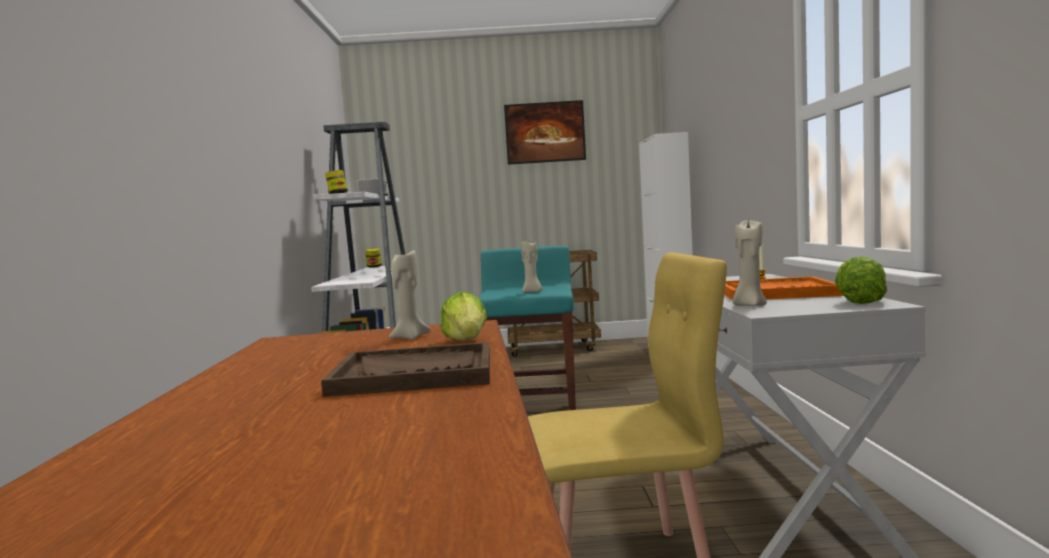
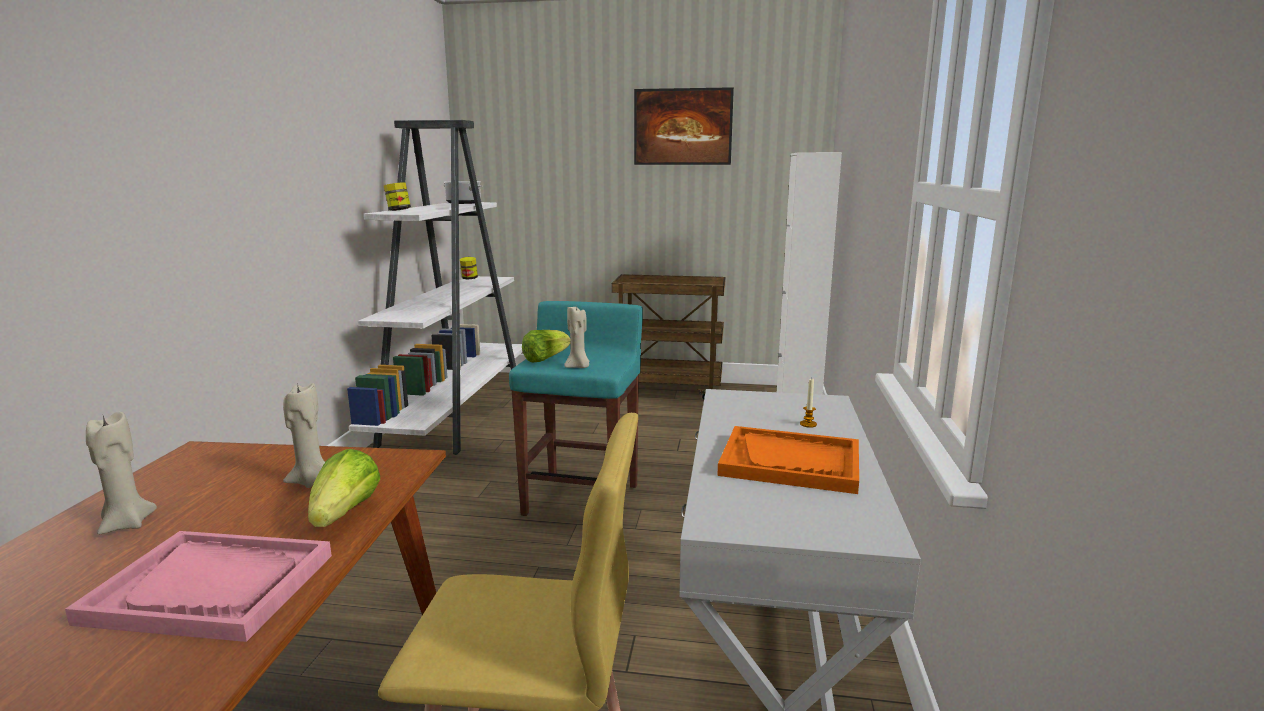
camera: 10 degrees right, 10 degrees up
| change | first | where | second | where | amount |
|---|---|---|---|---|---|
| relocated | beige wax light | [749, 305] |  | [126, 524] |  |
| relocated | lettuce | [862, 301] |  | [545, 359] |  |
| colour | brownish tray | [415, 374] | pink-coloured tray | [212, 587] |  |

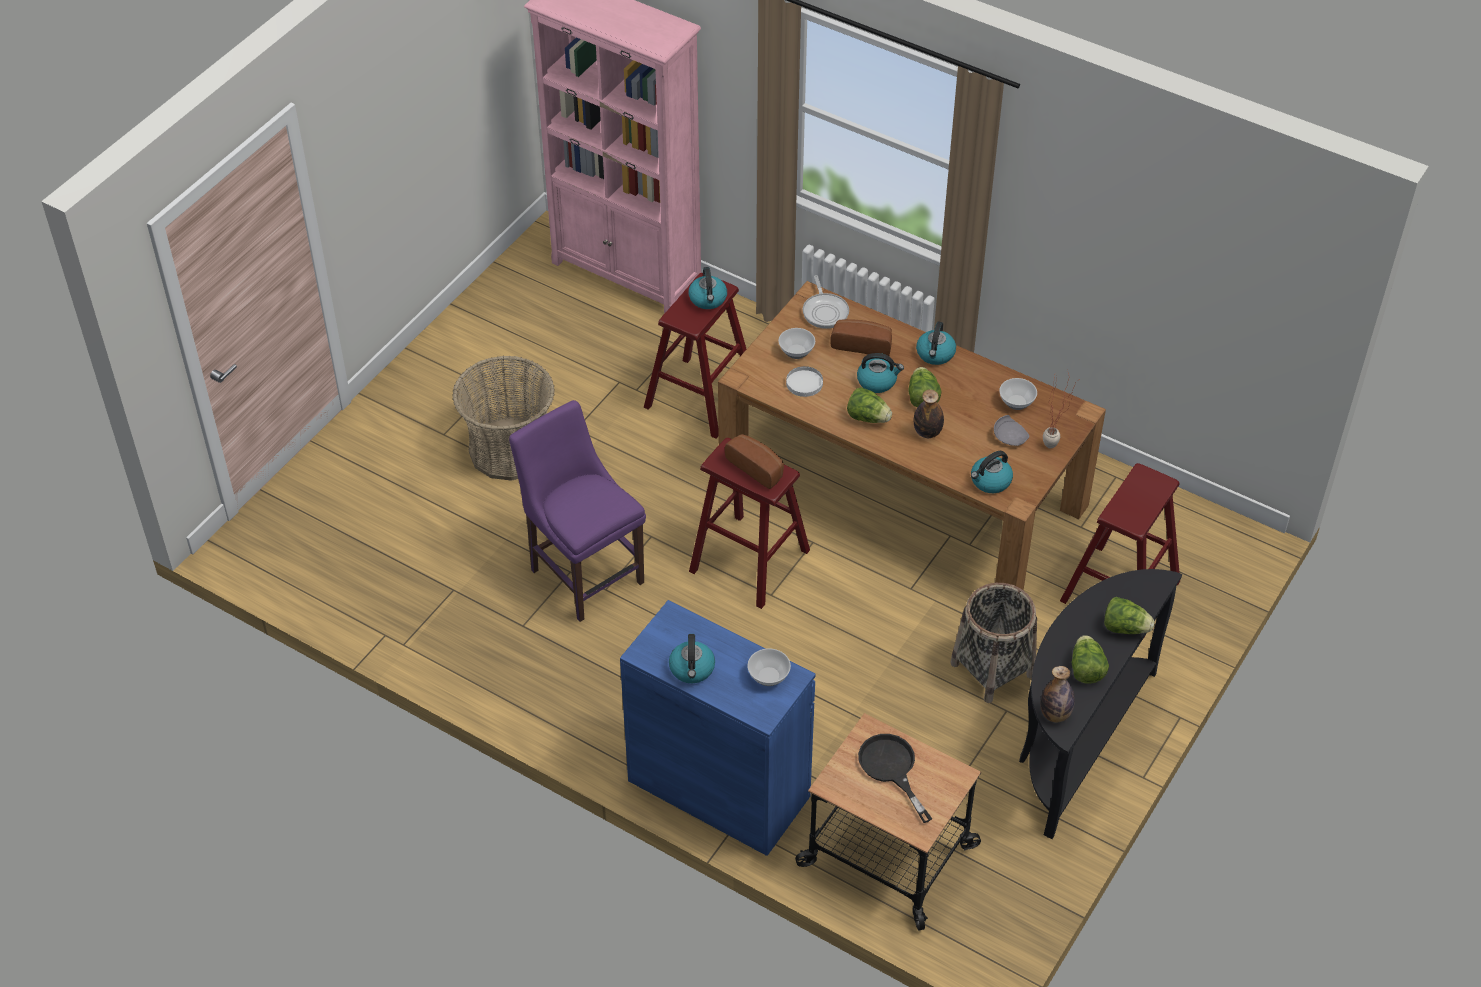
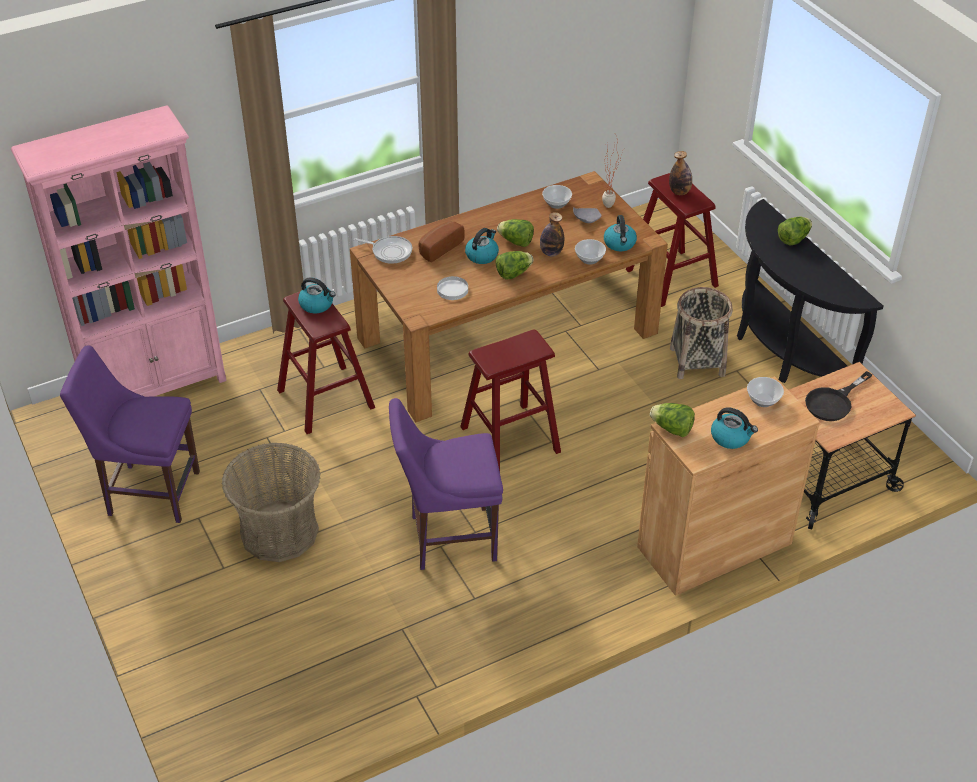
camera: 60 degrees left, 5 degrees down
| change | first | where | second | where | amount |
|---|---|---|---|---|---|
| missing | baked bread | [757, 467] |  |  |  |
| missing | tea kettle | [935, 354] |  |  |  |
| appeared |  |  | purple chair | [149, 492] |  |
| relocated | bowl | [795, 351] |  | [589, 259] |  |
| relocated | drink bottle | [1055, 714] |  | [679, 192] |  |
| relocated | lettuce | [1086, 669] |  | [672, 429] |  |
| colour | blue-coloured cabinet | [719, 788] | brownish cabinet | [714, 545] |  |
| spun | black frying pan | [891, 769] |  | [833, 402] | 45 degrees counterclockwise |

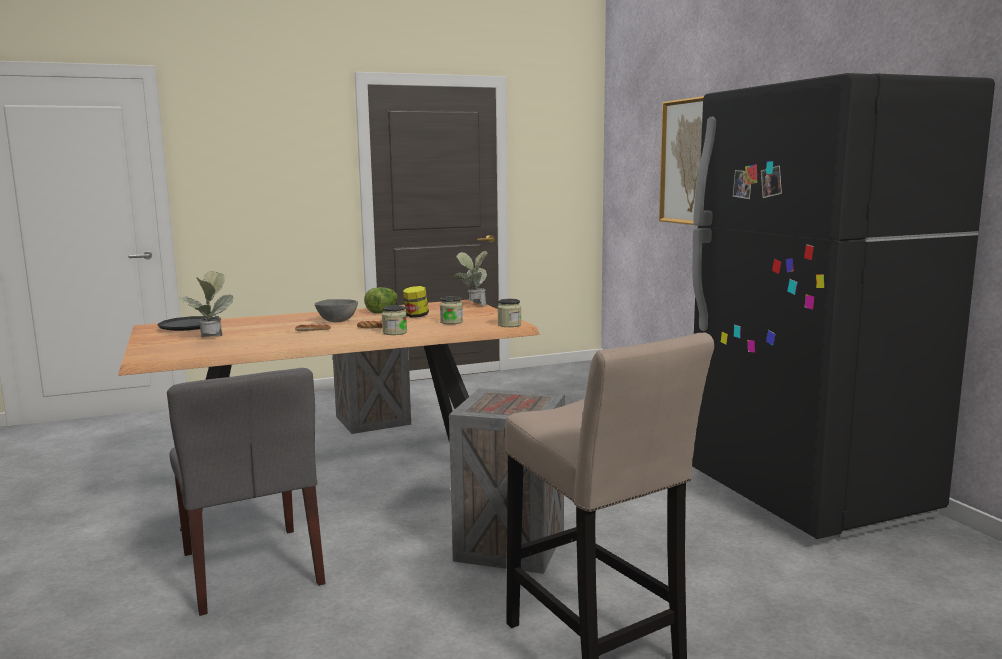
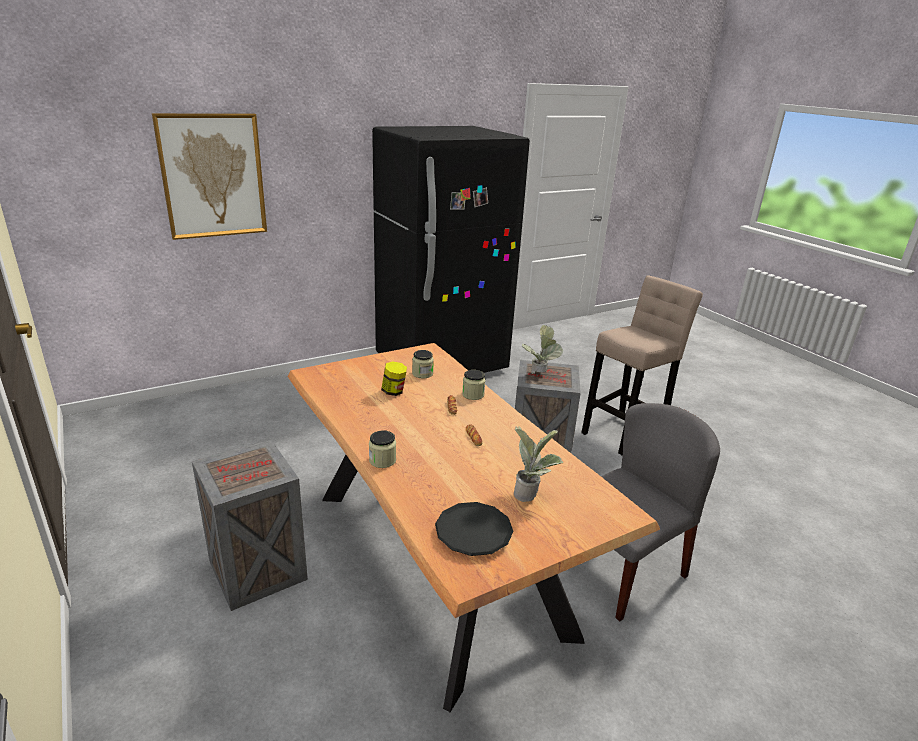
camera: 100 degrees left, 15 degrees up
| change | first | where | second | where | amount |
|---|---|---|---|---|---|
| missing | grey bowl | [337, 321] |  |  |  |
| missing | lettuce | [382, 311] |  |  |  |
| relocated | plant in a pot | [473, 305] |  | [539, 375] |  |
| relocated | storage jar | [509, 325] |  | [382, 460] |  |

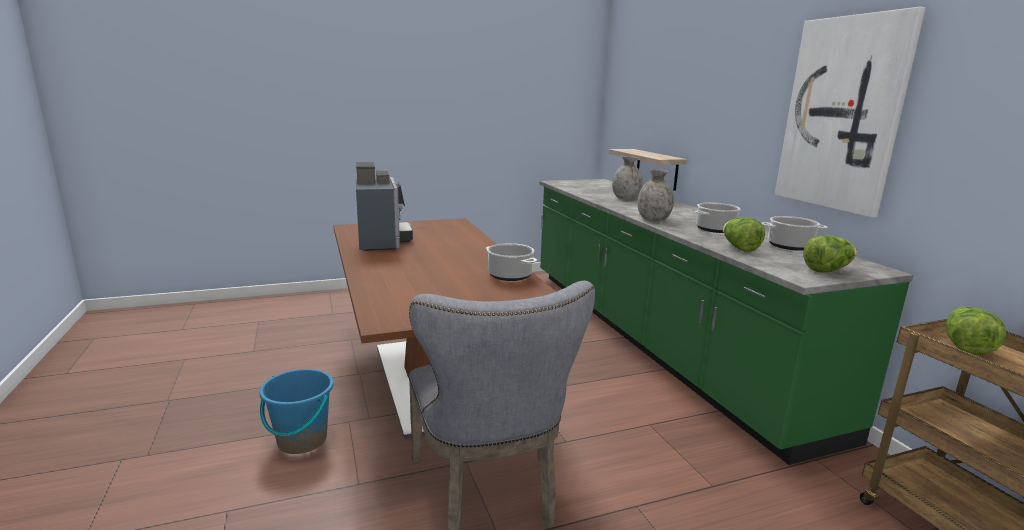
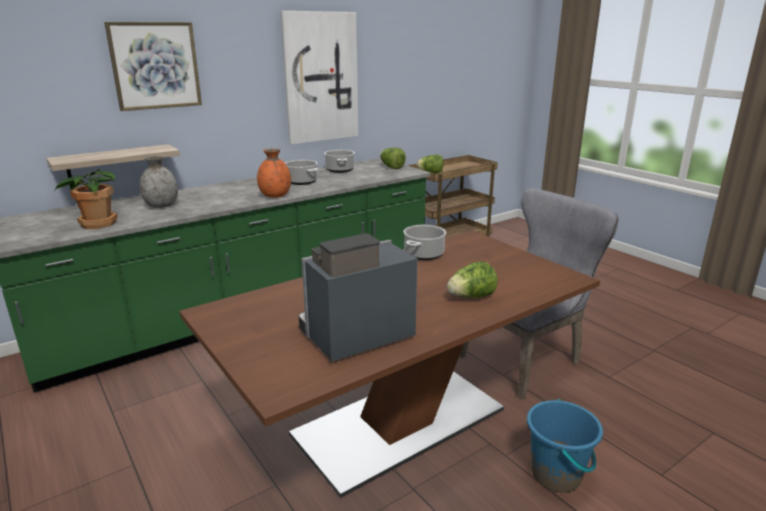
camera: 105 degrees left, 5 degrees up
| change | first | where | second | where | amount |
|---|---|---|---|---|---|
| appeared |  |  | plant in a pot | [97, 224] |  |
| appeared |  |  | wall art | [155, 66] |  |
| relocated | lettuce | [739, 248] |  | [471, 297] |  |
| colour | grey decorative vase | [653, 219] | orange decorative vase | [275, 196] |  |

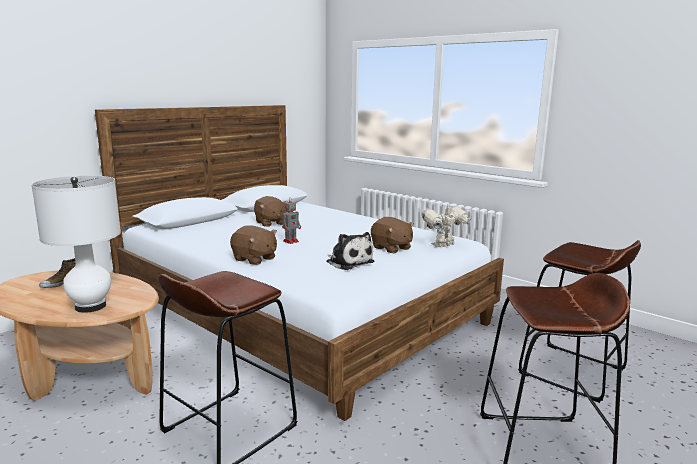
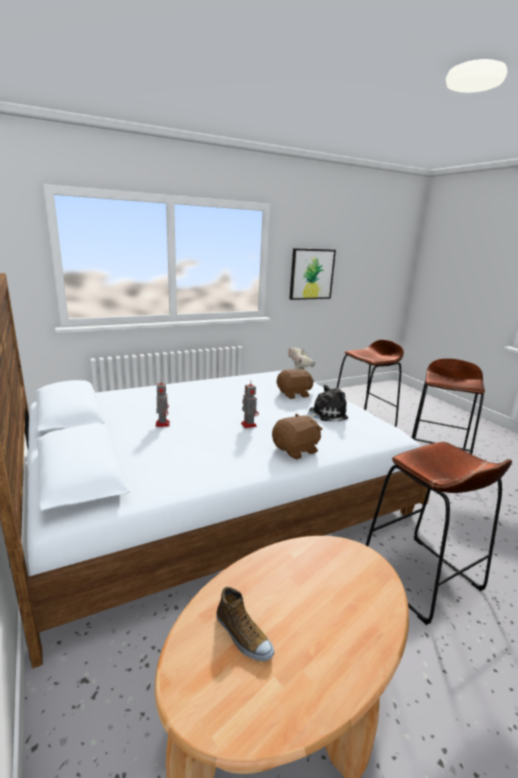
camera: 70 degrees left, 5 degrees up
| change | first | where | second | where | amount |
|---|---|---|---|---|---|
| missing | white-coloured lamp for a table | [91, 306] |  |  |  |
| appeared |  |  | wall art | [311, 274] |  |
| exchanged | brownish plush toy | [270, 223] | toy robot | [162, 423] |  |

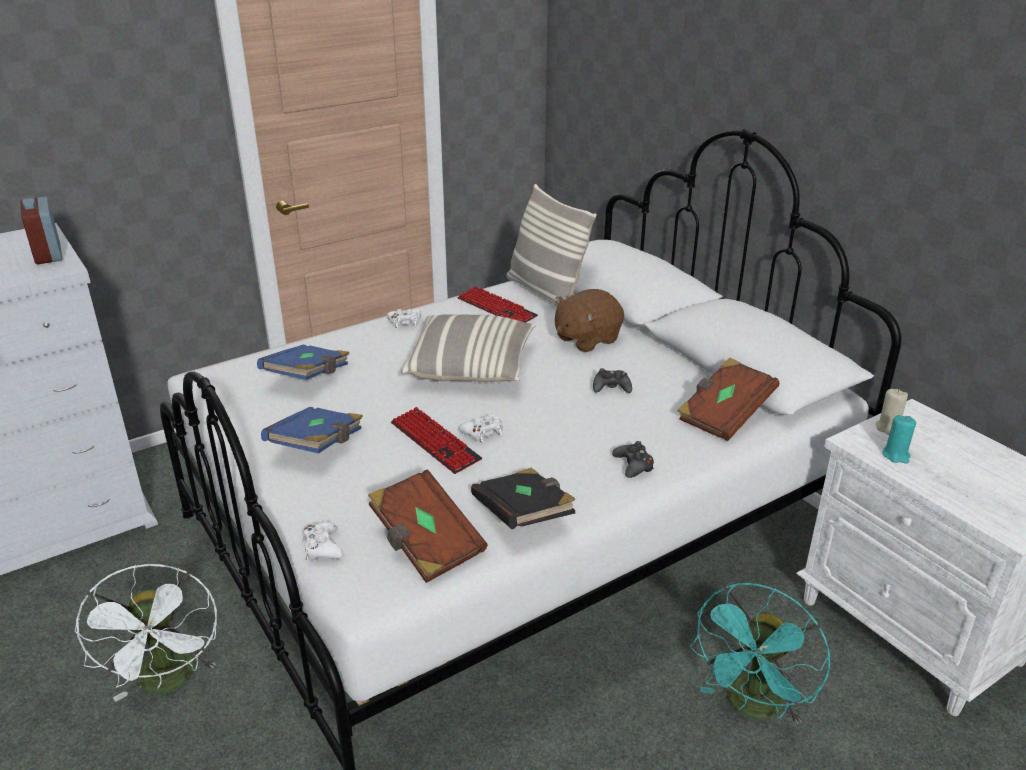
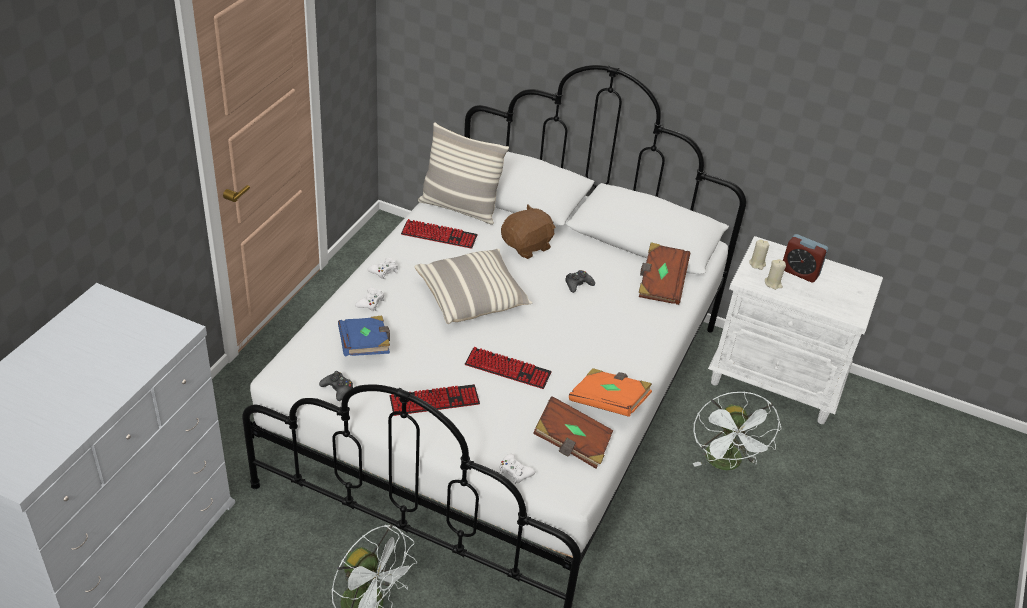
camera: 35 degrees left, 10 degrees up
| change | first | where | second | where | amount |
|---|---|---|---|---|---|
| relocated | bedside clock | [48, 254] |  | [799, 272] |  |
| relocated | white-coloured game controller | [483, 432] |  | [371, 302] |  |
| relocated | black game controller | [633, 465] |  | [337, 389] |  |
| exchanged | blue-coloured bound book | [318, 445] | keyboard | [434, 401] |  |
| colour | black bound book | [523, 515] | orange bound book | [609, 402] |  |
| colour | blue-green fan | [752, 708] | white-coloured fan | [726, 464] |  |
| colour | blue-green wax light | [896, 455] | beige wax light | [773, 284] |  |
| spun | brownish plush toy | [586, 339] |  | [527, 246] | 150 degrees counterclockwise |

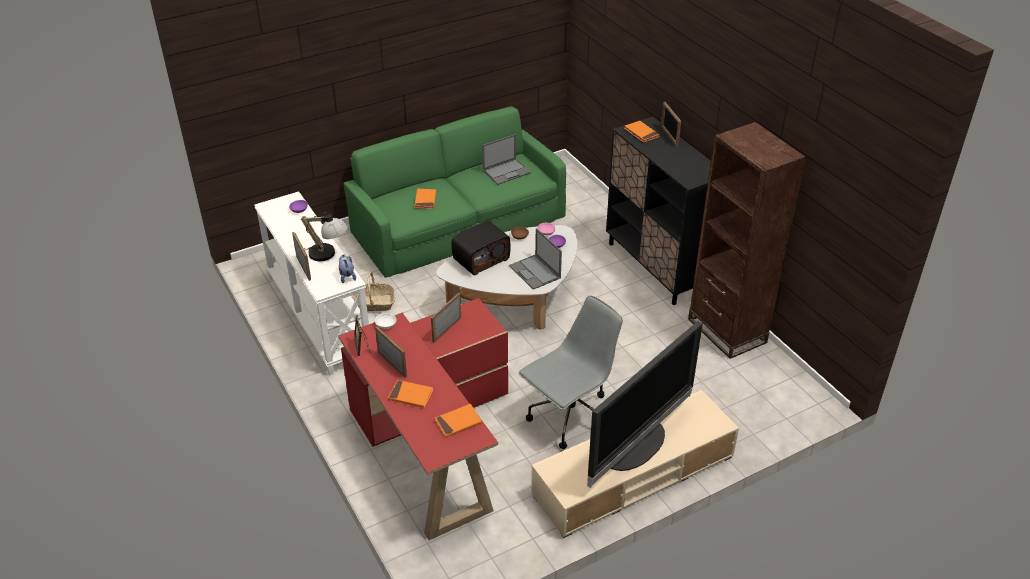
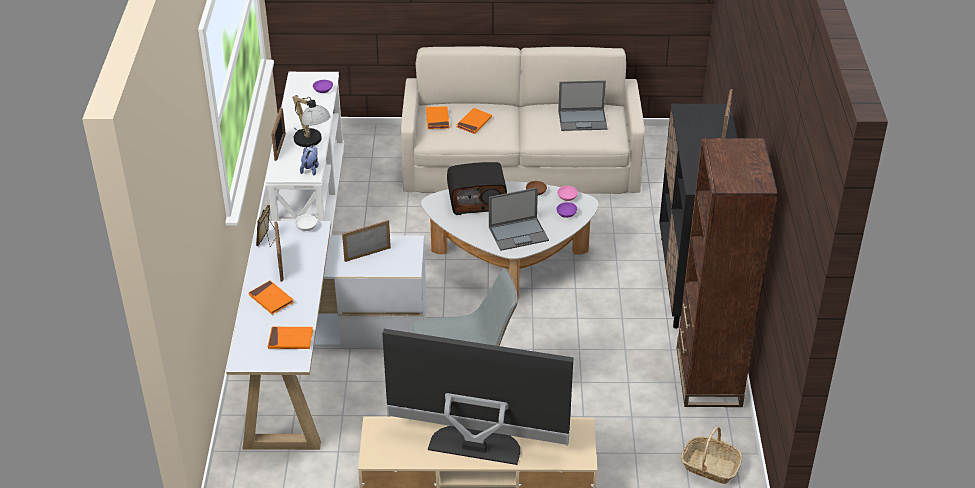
camera: 30 degrees right, 0 degrees up
| change | first | where | second | where | amount |
|---|---|---|---|---|---|
| relocated | basket | [374, 303] |  | [710, 466] |  |
| relocated | orange bound book | [641, 133] |  | [437, 119] |  |
| colour | red desk table | [431, 440] | white-coloured desk table | [318, 362] |  |
| colour | greenish sofa | [458, 222] | beige sofa | [521, 160] |  |
| spun | laptop | [535, 272] |  | [519, 234] | 105 degrees counterclockwise |
| spun | television | [636, 447] |  | [476, 443] | 150 degrees counterclockwise |

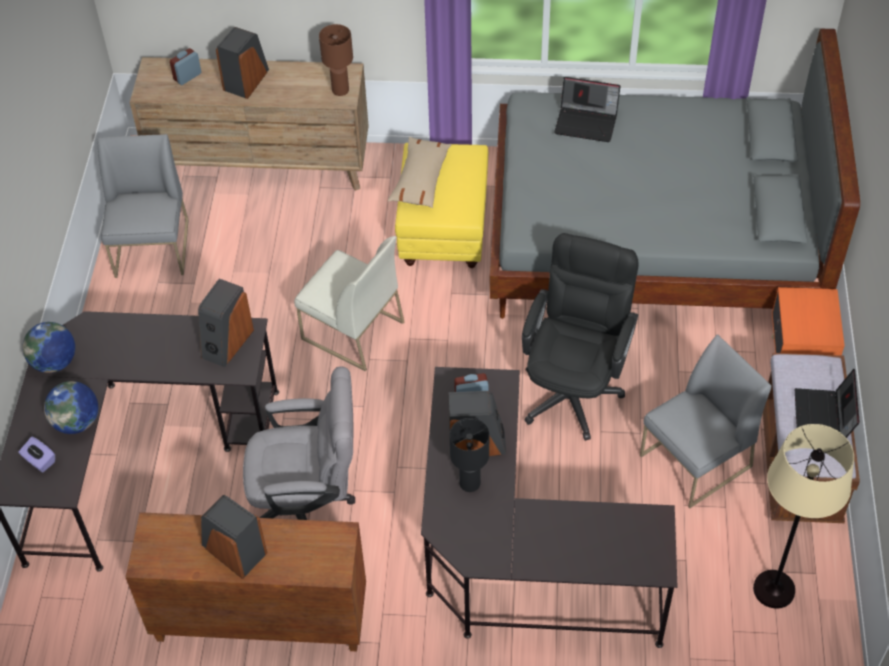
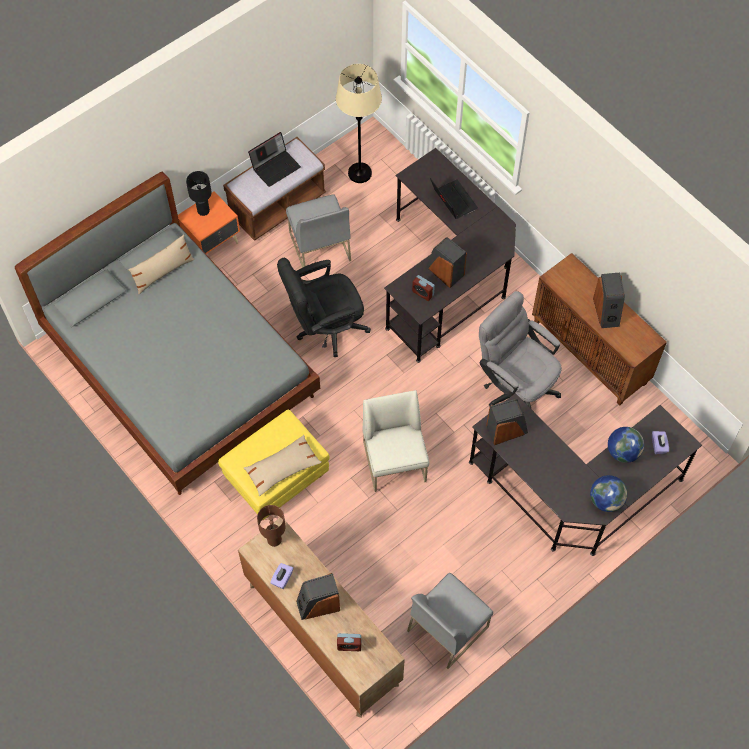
camera: 135 degrees left, 10 degrees up
| change | first | where | second | where | amount |
|---|---|---|---|---|---|
| appeared |  |  | beige cushion | [163, 272] |  |
| appeared |  |  | purple box of tissues | [282, 578] |  |
| relocated | black lamp for a table | [470, 483] |  | [203, 210] |  |
| relocated | laptop | [587, 122] |  | [452, 201] |  |
| spun | grey chair | [695, 462] |  | [319, 246] | 120 degrees counterclockwise |

